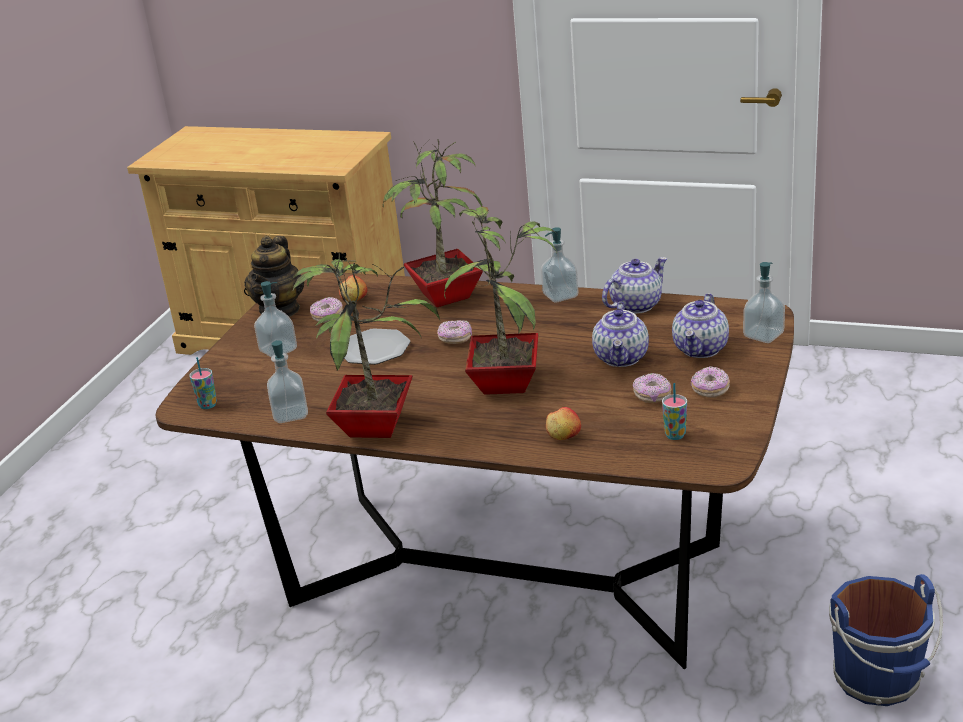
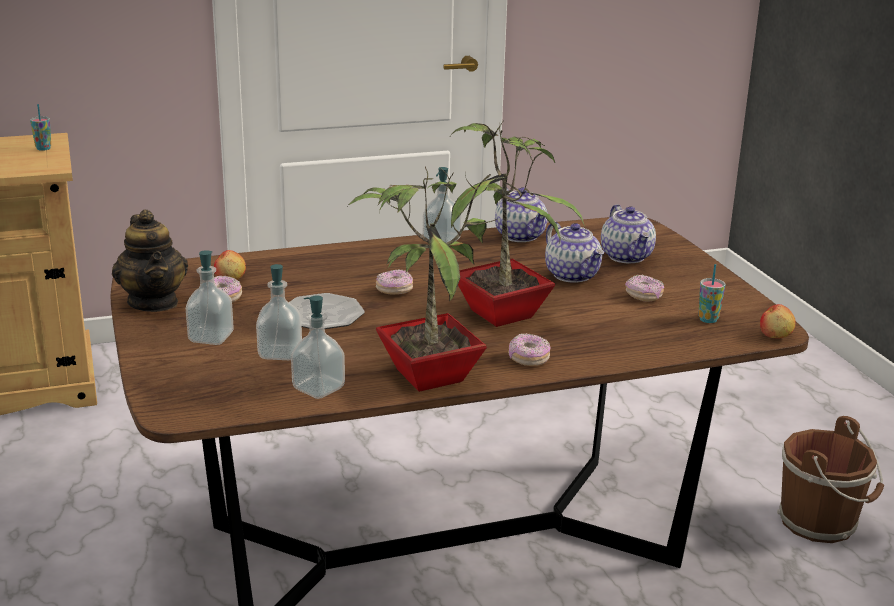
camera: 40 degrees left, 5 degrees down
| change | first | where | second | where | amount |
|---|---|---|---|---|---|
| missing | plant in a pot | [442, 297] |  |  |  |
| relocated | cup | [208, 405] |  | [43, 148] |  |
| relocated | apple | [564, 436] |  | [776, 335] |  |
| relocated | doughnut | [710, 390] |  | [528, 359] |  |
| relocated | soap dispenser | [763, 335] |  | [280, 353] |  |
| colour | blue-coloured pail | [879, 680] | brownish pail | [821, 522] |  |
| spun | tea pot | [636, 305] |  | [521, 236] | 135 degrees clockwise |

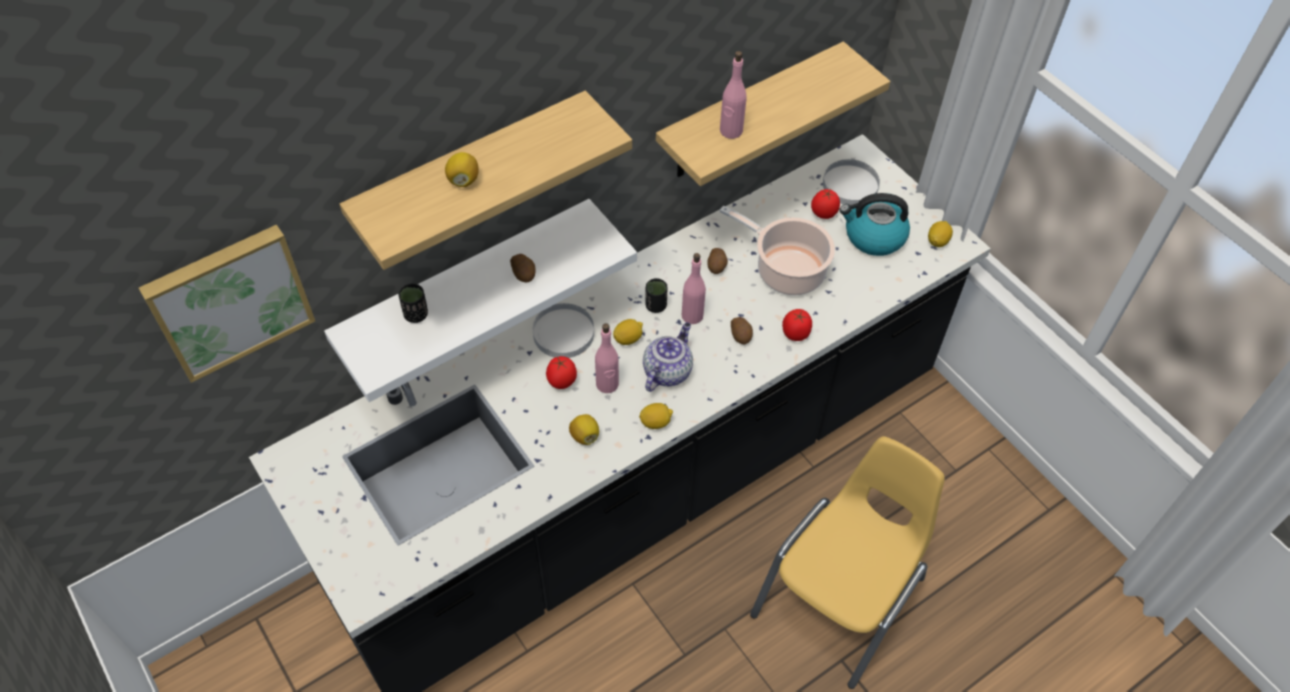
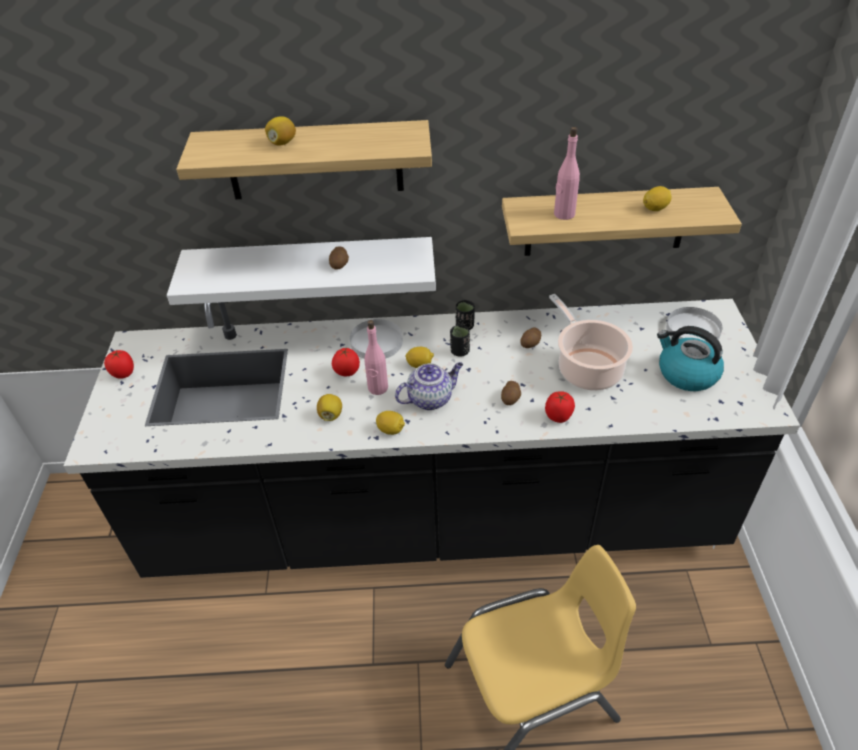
camera: 35 degrees right, 10 degrees down
| change | first | where | second | where | amount |
|---|---|---|---|---|---|
| missing | wall art | [229, 299] |  |  |  |
| missing | pink-coloured drink bottle | [692, 315] |  |  |  |
| relocated | black cup | [416, 314] |  | [465, 326] |  |
| relocated | fresh tomato | [823, 214] |  | [123, 374] |  |
| relocated | lemon | [937, 241] |  | [655, 208] |  |

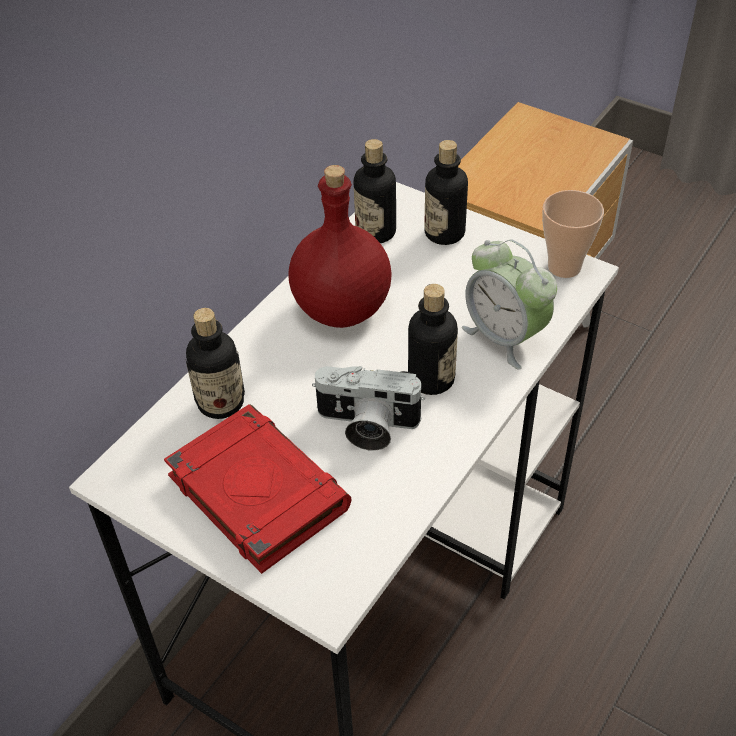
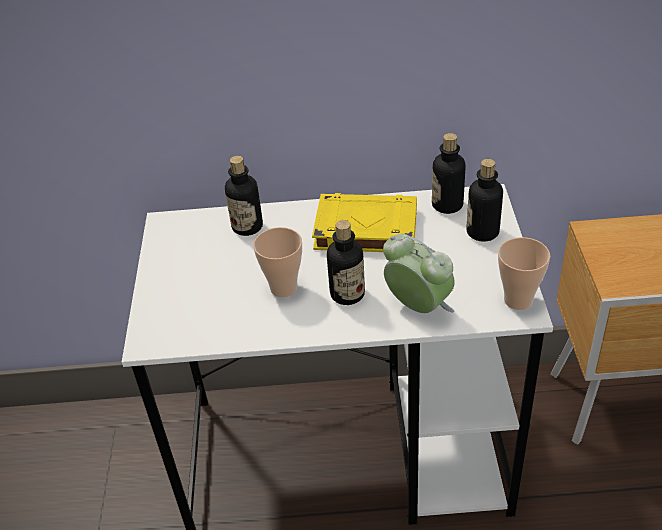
camera: 55 degrees right, 5 degrees down
| change | first | where | second | where | amount |
|---|---|---|---|---|---|
| missing | red bound book | [256, 492] |  |  |  |
| exchanged | red drink bottle | [342, 310] | yellow-coloured bound book | [364, 229] |  |
| exchanged | still camera | [366, 426] | cup | [283, 288] |  |
| spun | bedside clock | [505, 337] |  | [418, 306] | 120 degrees clockwise |

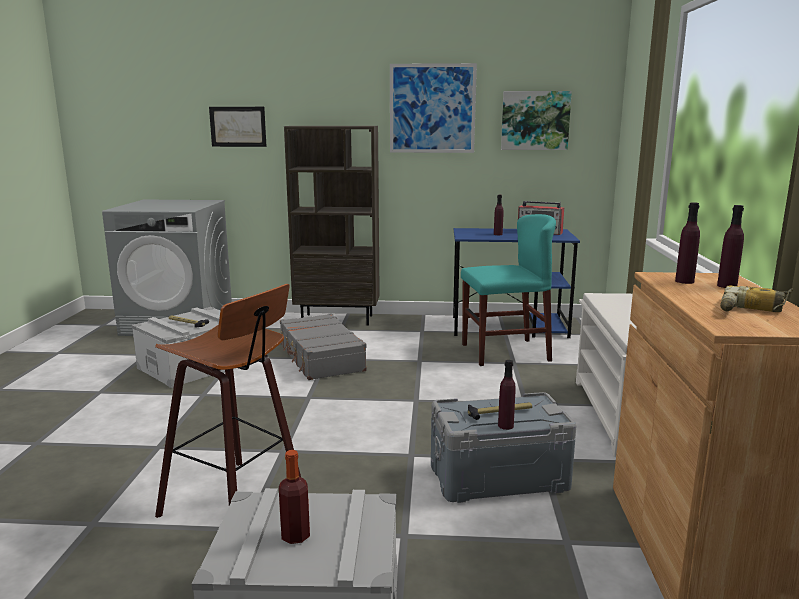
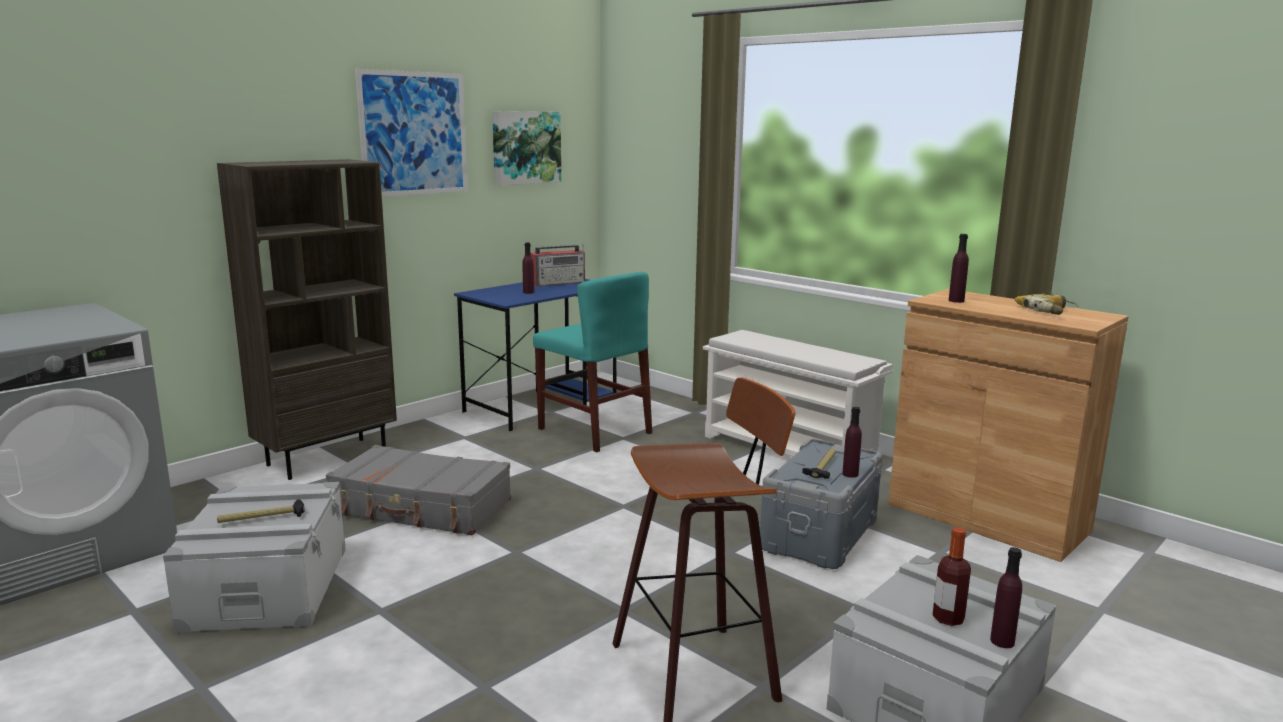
camera: 50 degrees left, 0 degrees up
| change | first | where | second | where | amount |
|---|---|---|---|---|---|
| missing | wall art | [238, 126] |  |  |  |
| relocated | purple drink bottle | [727, 286] |  | [1002, 641] |  |
| spun | blue-green chair | [505, 352] |  | [594, 431] | 105 degrees clockwise |

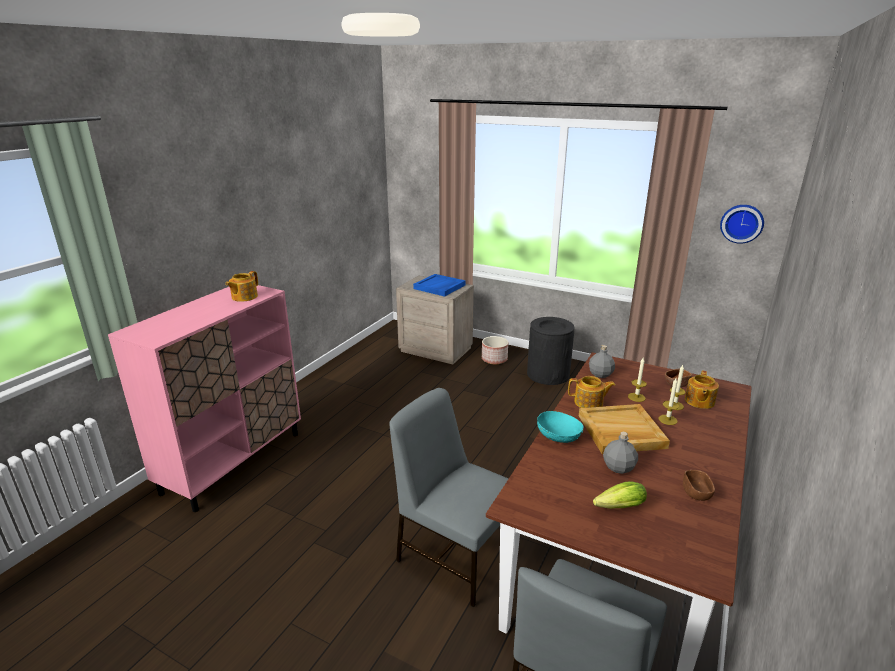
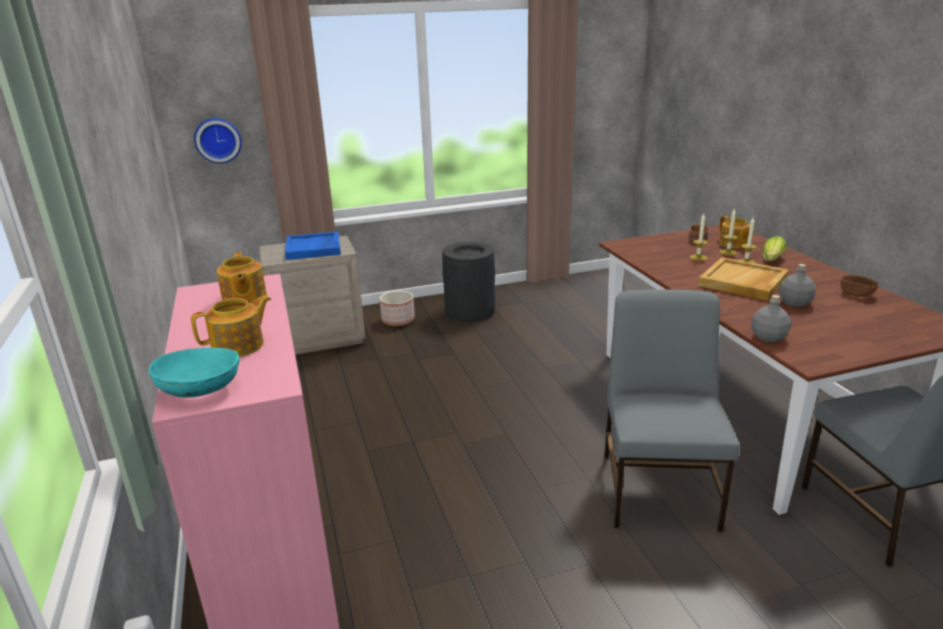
camera: 45 degrees left, 0 degrees up
| change | first | where | second | where | amount |
|---|---|---|---|---|---|
| relocated | blue-green bowl | [559, 437] |  | [201, 390] |  |
| relocated | tea pot | [589, 403] |  | [239, 346] |  |
| relocated | grey drink bottle | [601, 374] |  | [769, 337] |  |
| relocated | lettuce | [617, 507] |  | [771, 260] |  |
| relocated | hanging clock | [741, 223] |  | [218, 140] |  |
| spun | grey chair | [456, 554] |  | [659, 489] | 105 degrees clockwise |

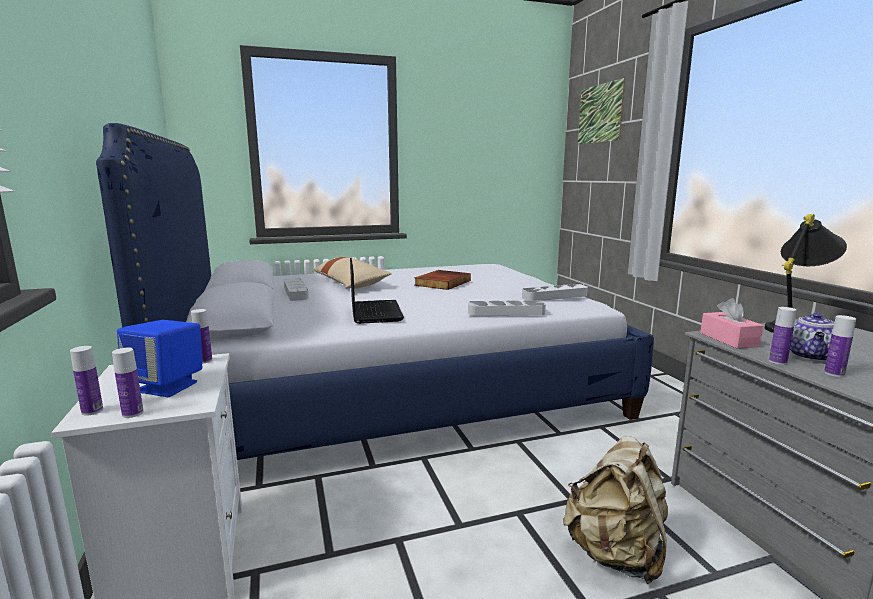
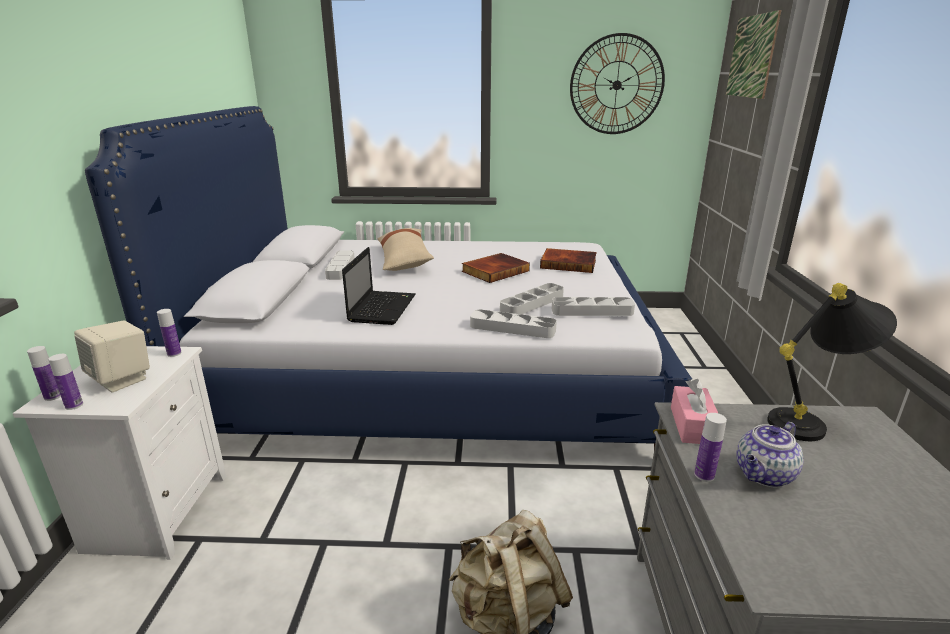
camera: 20 degrees right, 10 degrees up
| change | first | where | second | where | amount |
|---|---|---|---|---|---|
| missing | drink bottle | [834, 374] |  |  |  |
| appeared |  |  | grey tray | [532, 304] |  |
| appeared |  |  | bound book | [569, 263] |  |
| appeared |  |  | hanging clock | [616, 85] |  |
| colour | blue-coloured loudspeaker | [167, 386] | beige loudspeaker | [122, 379] |  |

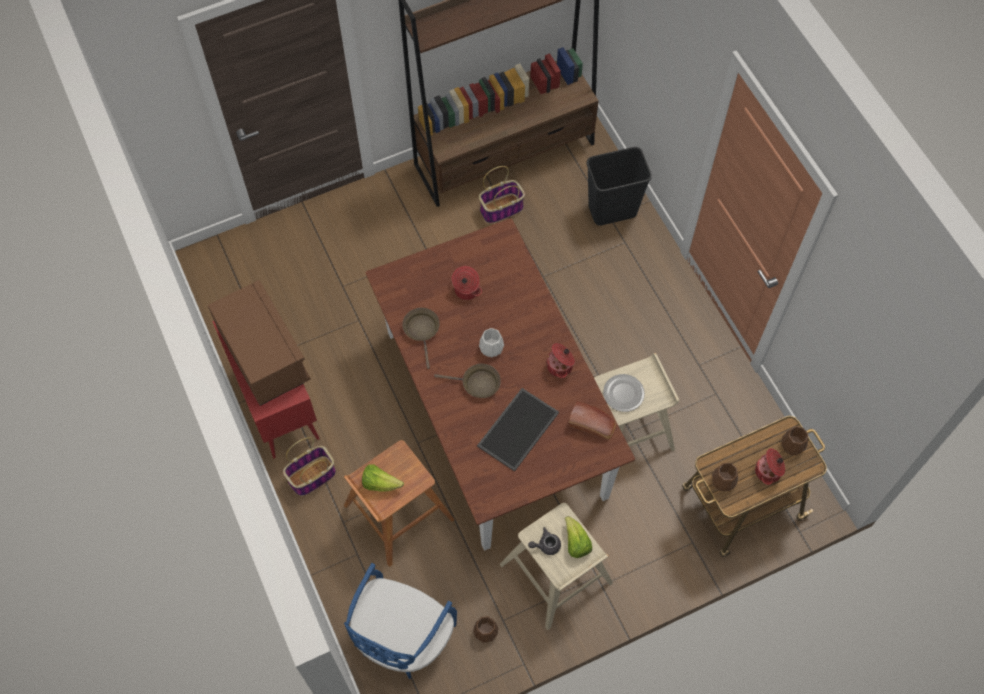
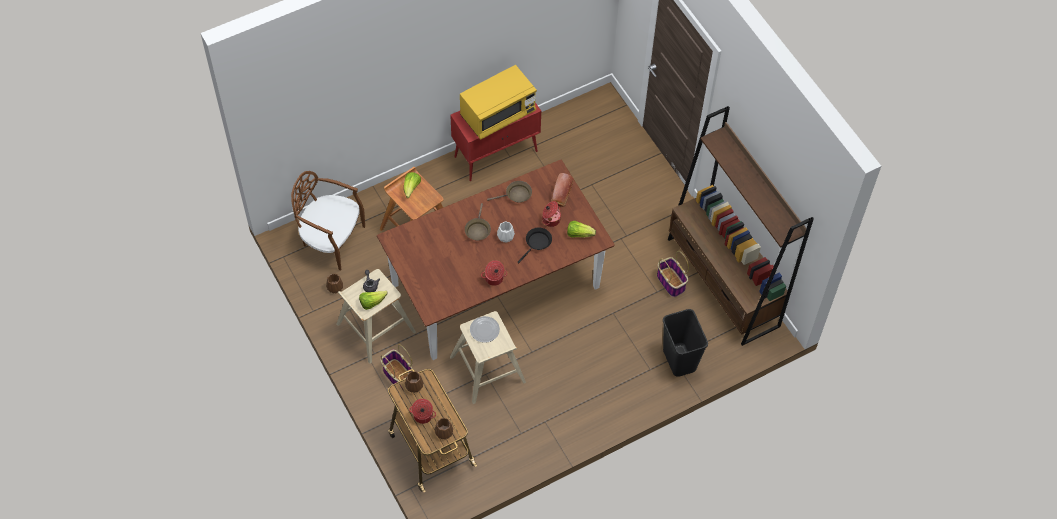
camera: 85 degrees right, 5 degrees down
| change | first | where | second | where | amount |
|---|---|---|---|---|---|
| missing | tray | [517, 428] |  |  |  |
| appeared |  |  | black frying pan | [537, 243] |  |
| appeared |  |  | lettuce | [579, 234] |  |
| relocated | basket | [311, 477] |  | [397, 375] |  |
| relocated | baked bread | [593, 425] |  | [561, 195] |  |
| colour | brownish kitchen microwave | [264, 356] | yellow-coloured kitchen microwave | [498, 114] |  |
| colour | blue-coloured chair | [402, 637] | brownish chair | [331, 240] |  |

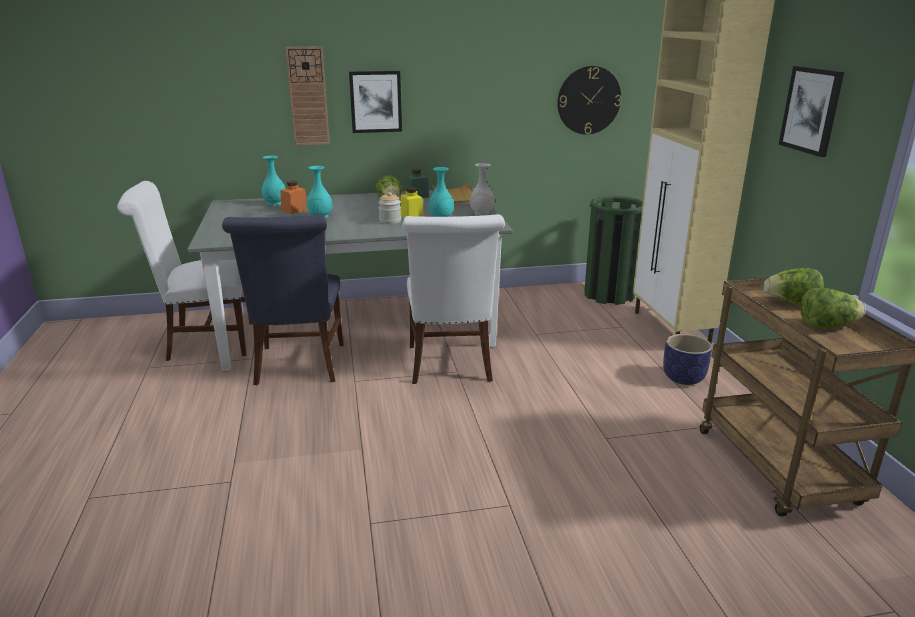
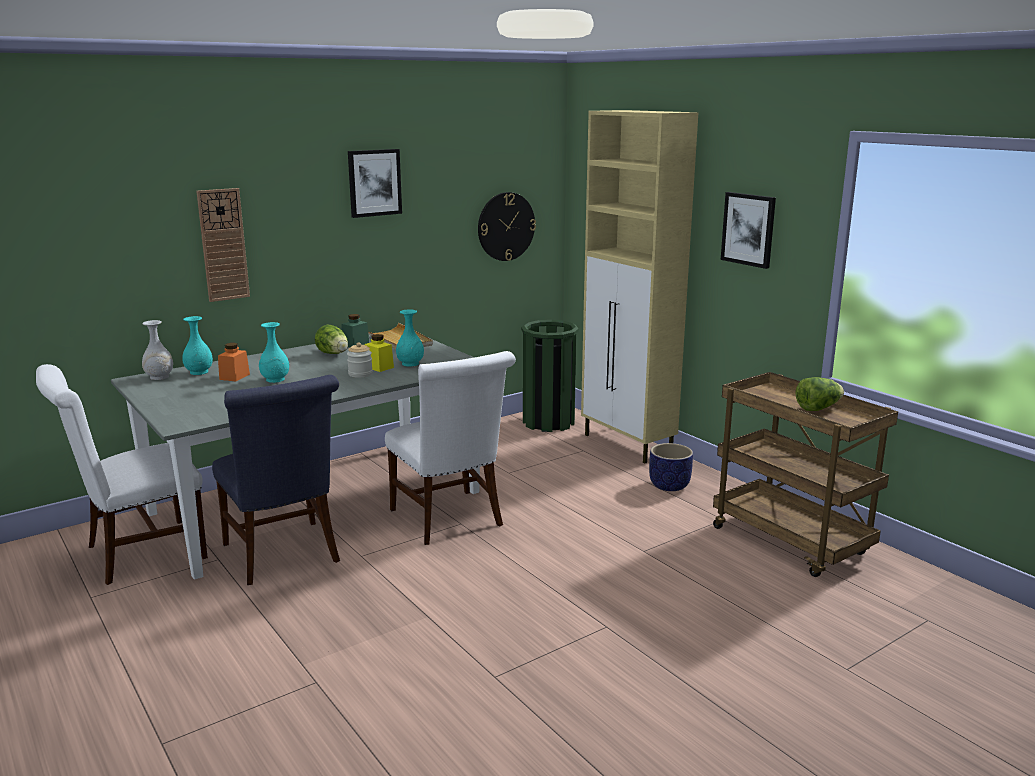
camera: 25 degrees left, 5 degrees down
| change | first | where | second | where | amount |
|---|---|---|---|---|---|
| missing | lettuce | [791, 303] |  |  |  |
| relocated | wall art | [375, 101] |  | [374, 182] |  |
| relocated | white-coloured decorative vase | [482, 213] |  | [159, 377] |  |

